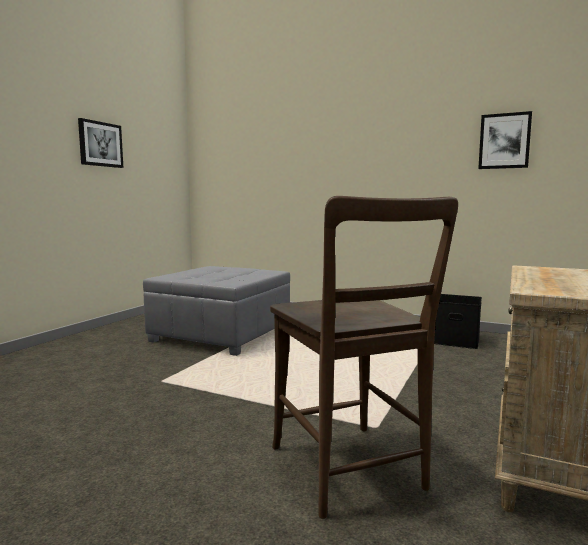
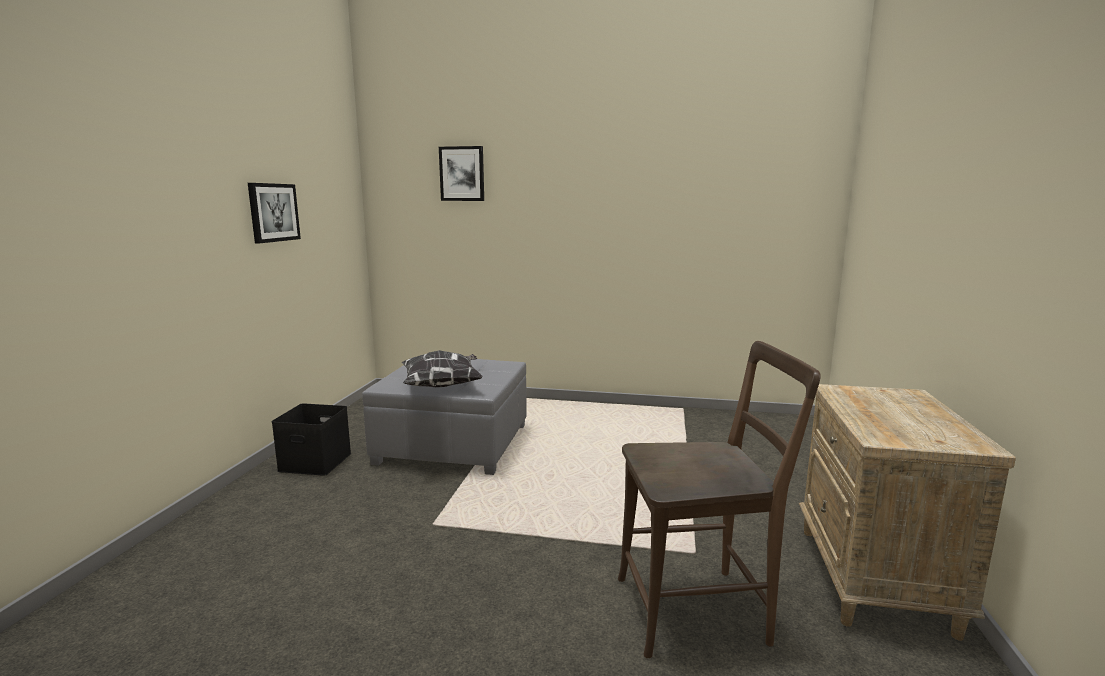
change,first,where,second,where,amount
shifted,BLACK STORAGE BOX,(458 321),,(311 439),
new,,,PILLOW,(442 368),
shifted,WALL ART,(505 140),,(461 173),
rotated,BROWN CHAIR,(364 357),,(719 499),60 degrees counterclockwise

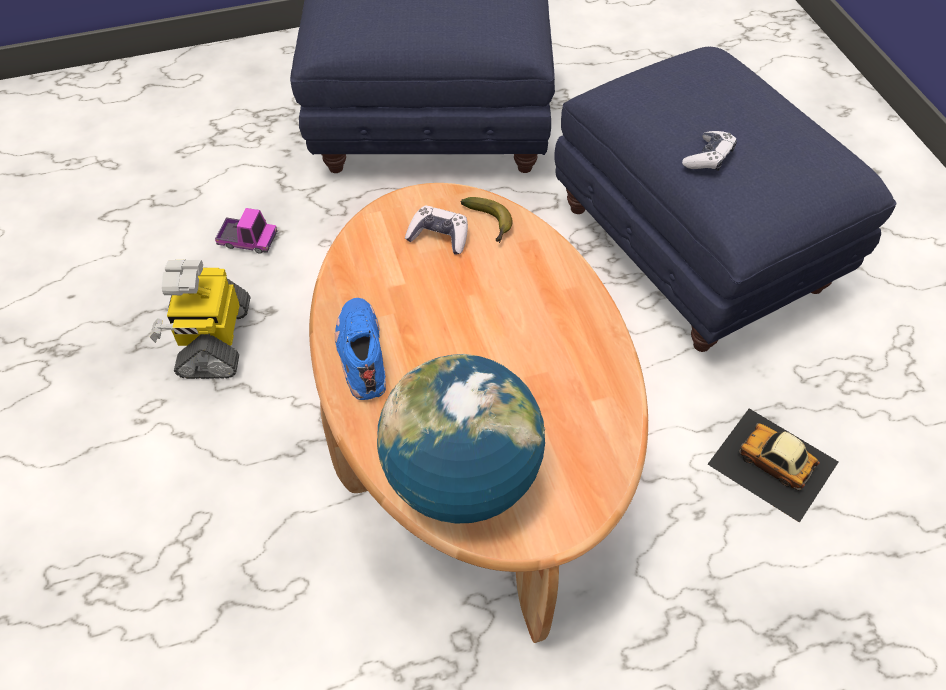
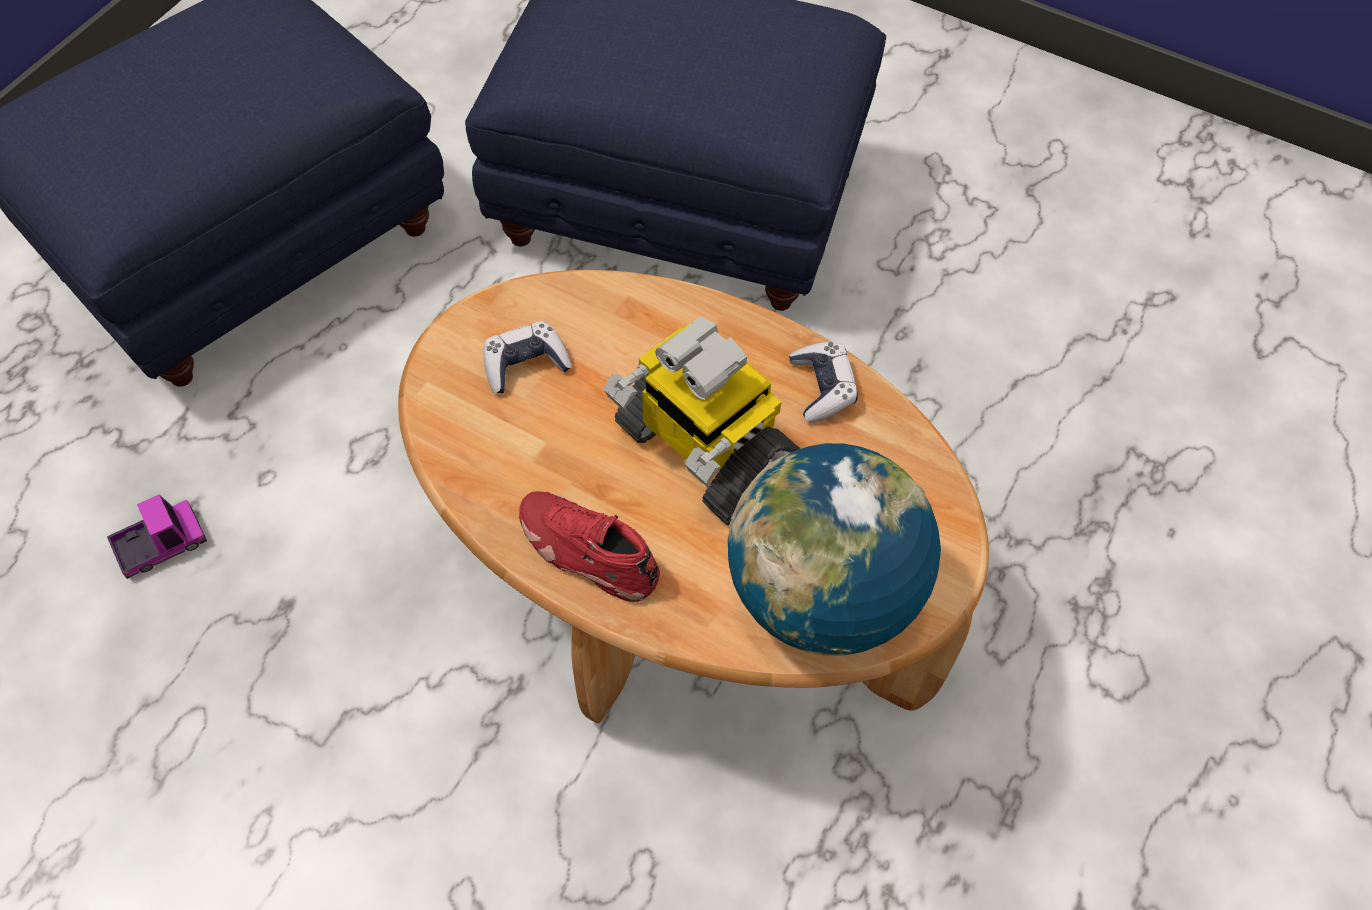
change,first,where,second,where,amount
repainted,BLUE-COLOURED ITEM OF FOOTWEAR,(360 349),REDDISH ITEM OF FOOTWEAR,(589 546),
shifted,ROBOT FIGURE,(200 319),,(702 421),
shifted,JOYPAD,(709 151),,(823 382),
gone,BANANA,(486 220),,,
gone,MODEL CAR,(773 466),,,

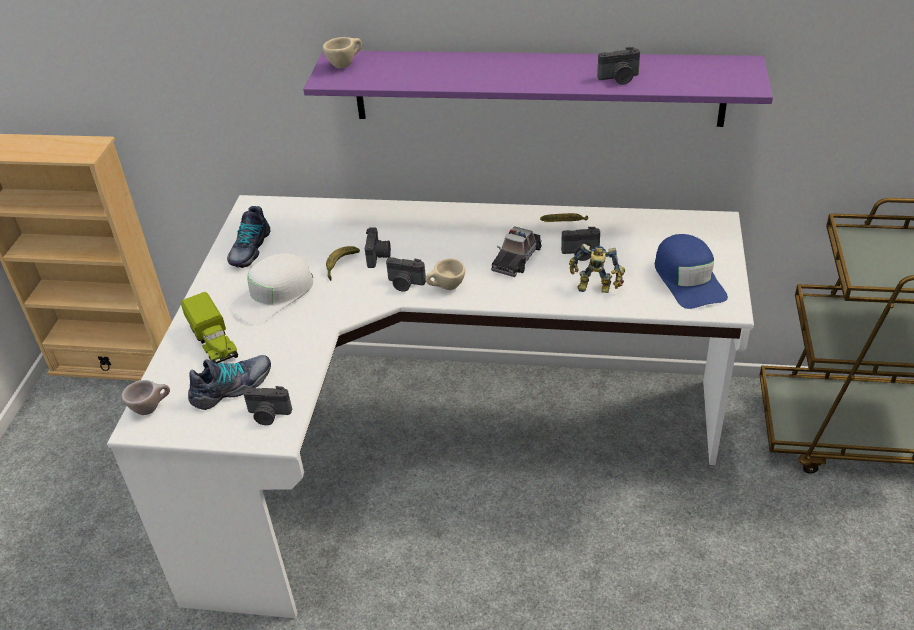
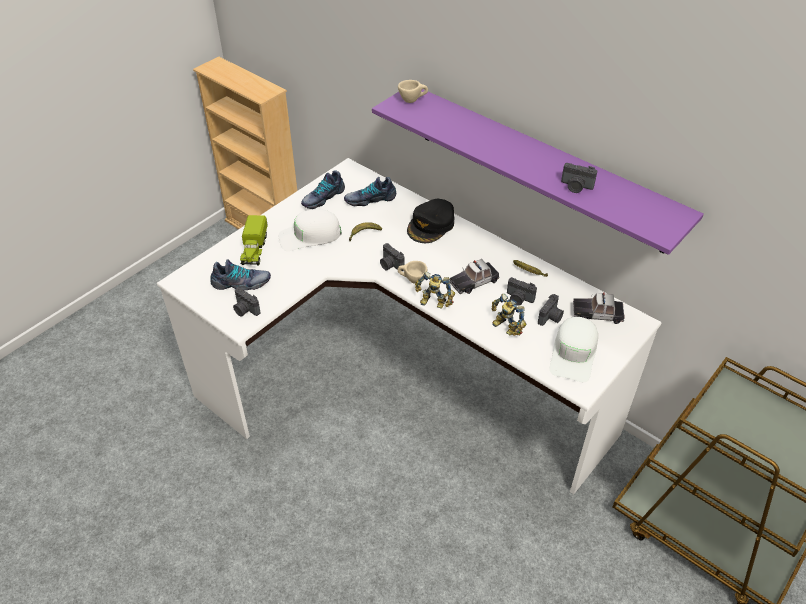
change,first,where,second,where,amount
new,,,ITEM OF FOOTWEAR,(370 191),
new,,,BLACK CAP,(430 221),
new,,,ROBOT FIGURE,(435 290),
shifted,STILL CAMERA,(378 247),,(551 310),
repainted,BLUE-COLOURED CAP,(691 271),WHITISH CAP,(574 349),
new,,,MODEL CAR,(599 308),
gone,BEIGE CUP,(146 397),,,

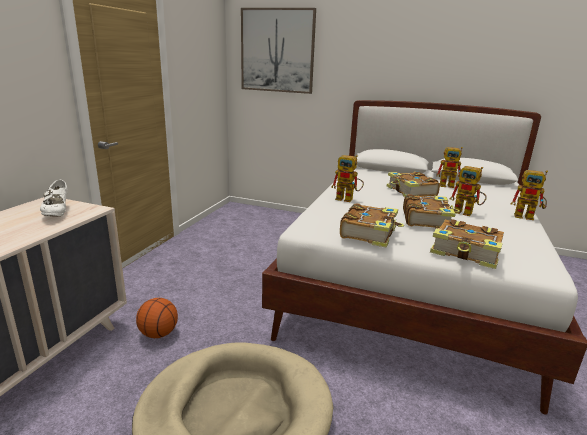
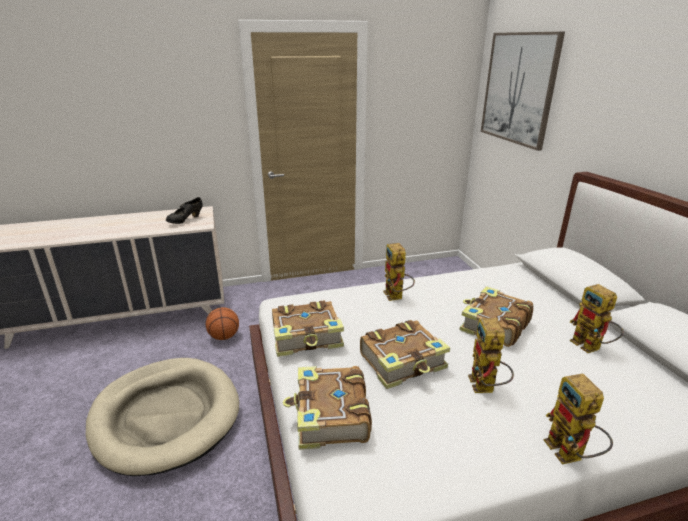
change,first,where,second,where,amount
repainted,WHITISH ITEM OF FOOTWEAR,(54 198),BLACK ITEM OF FOOTWEAR,(184 210),

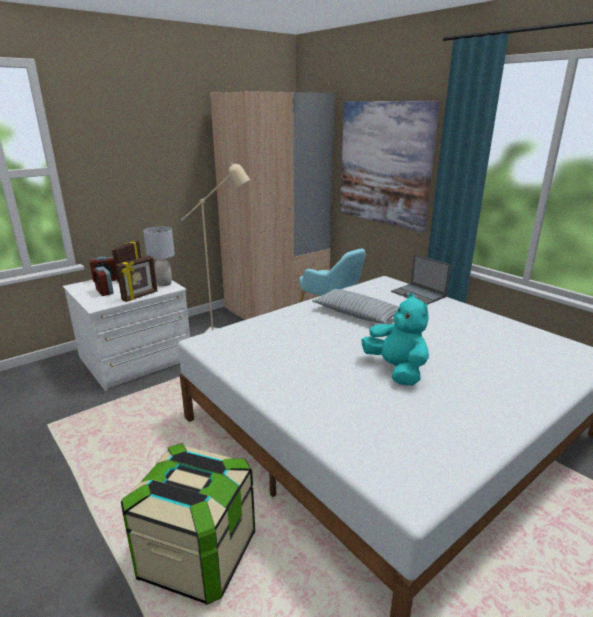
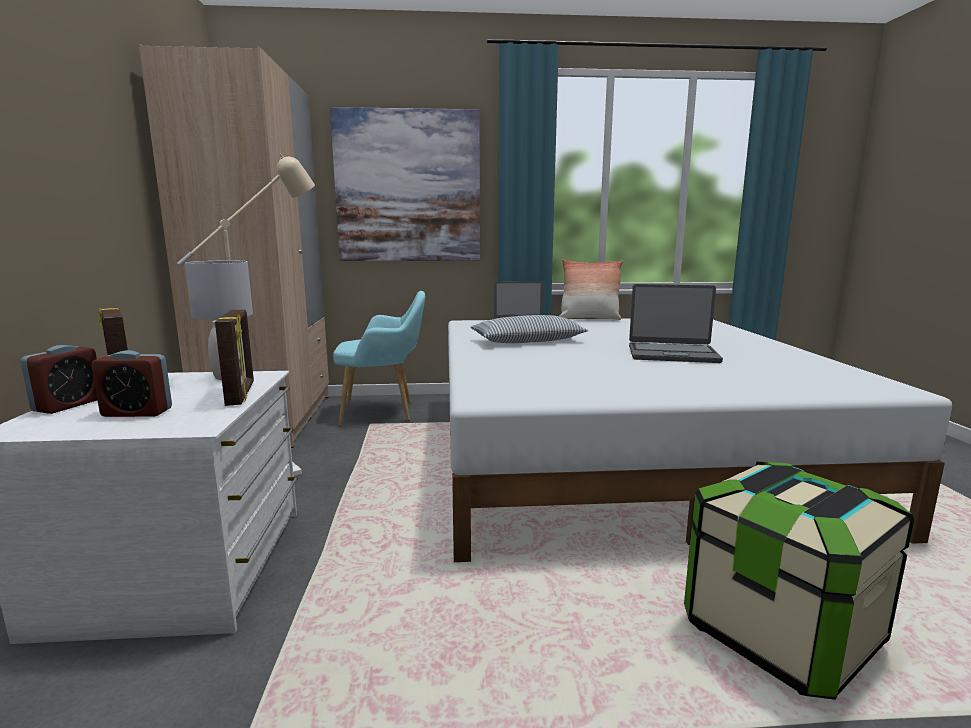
change,first,where,second,where,amount
new,,,PILLOW,(591 289),
swapped,TURQUOISE PLUSH TOY,(395 339),PORTABLE COMPUTER,(676 323),

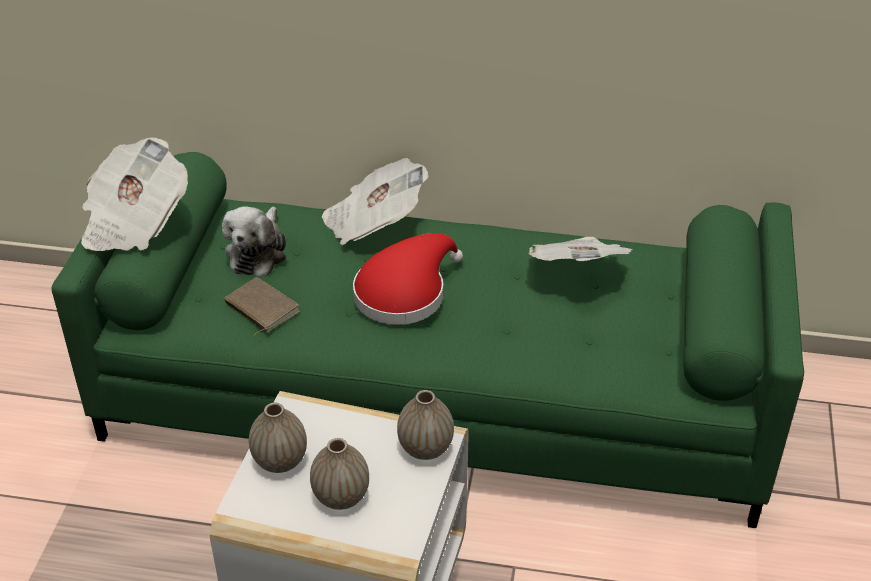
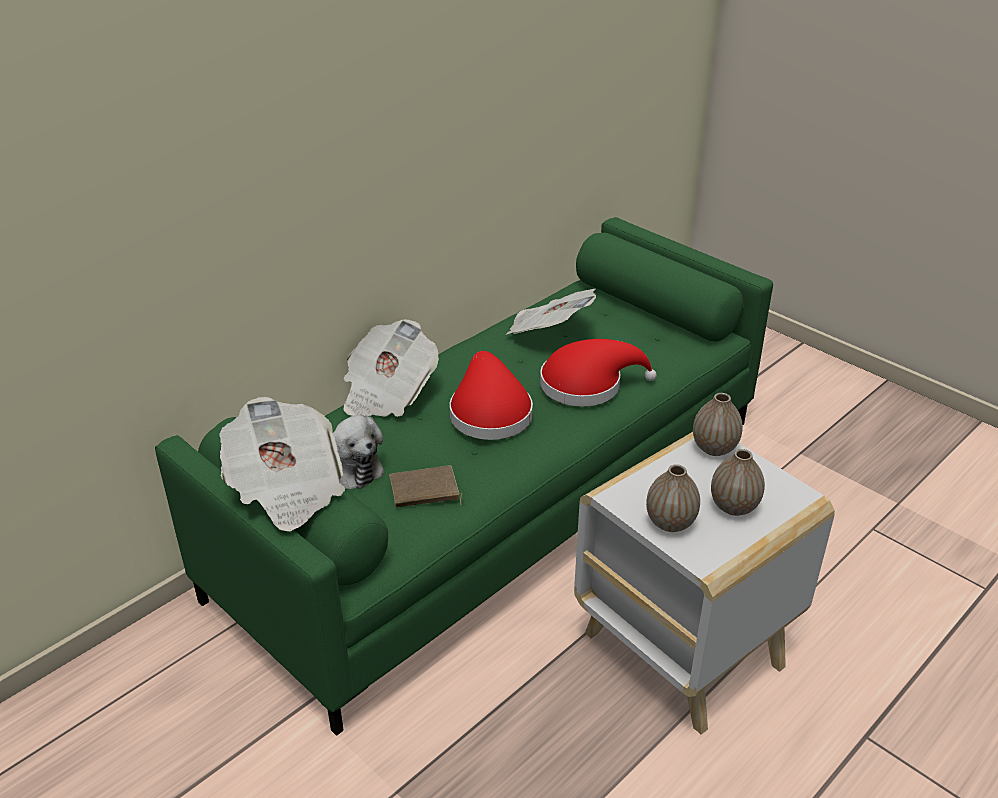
change,first,where,second,where,amount
new,,,REDDISH WEARABLE HAT,(598 372),

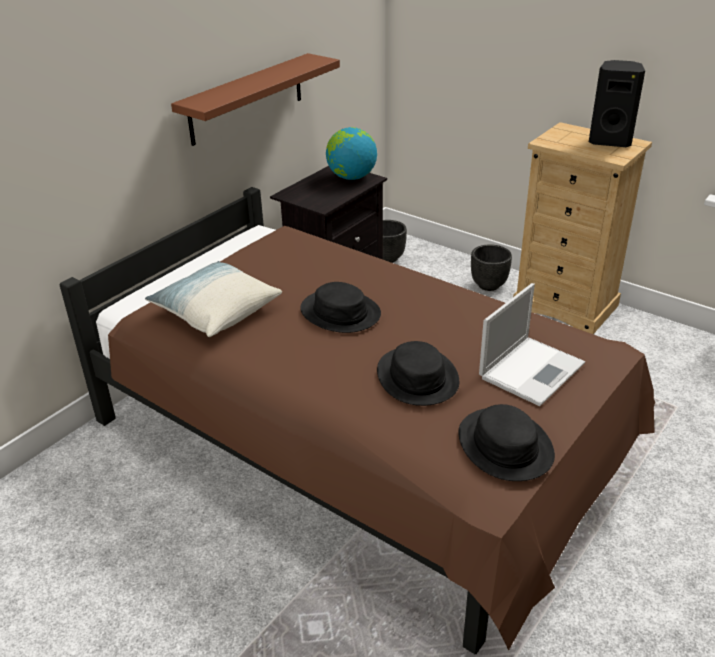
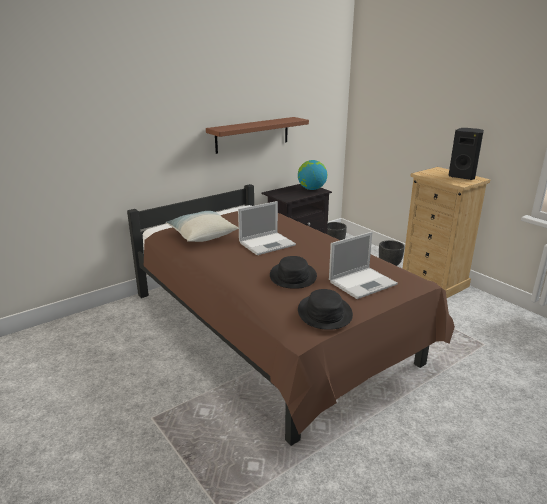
change,first,where,second,where,amount
swapped,BLACK WEARABLE HAT,(340 307),PORTABLE COMPUTER,(267 228),

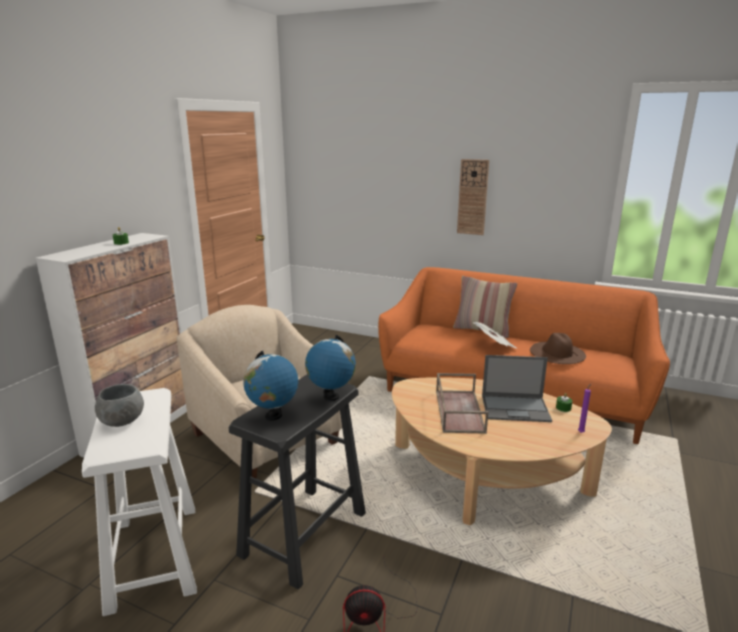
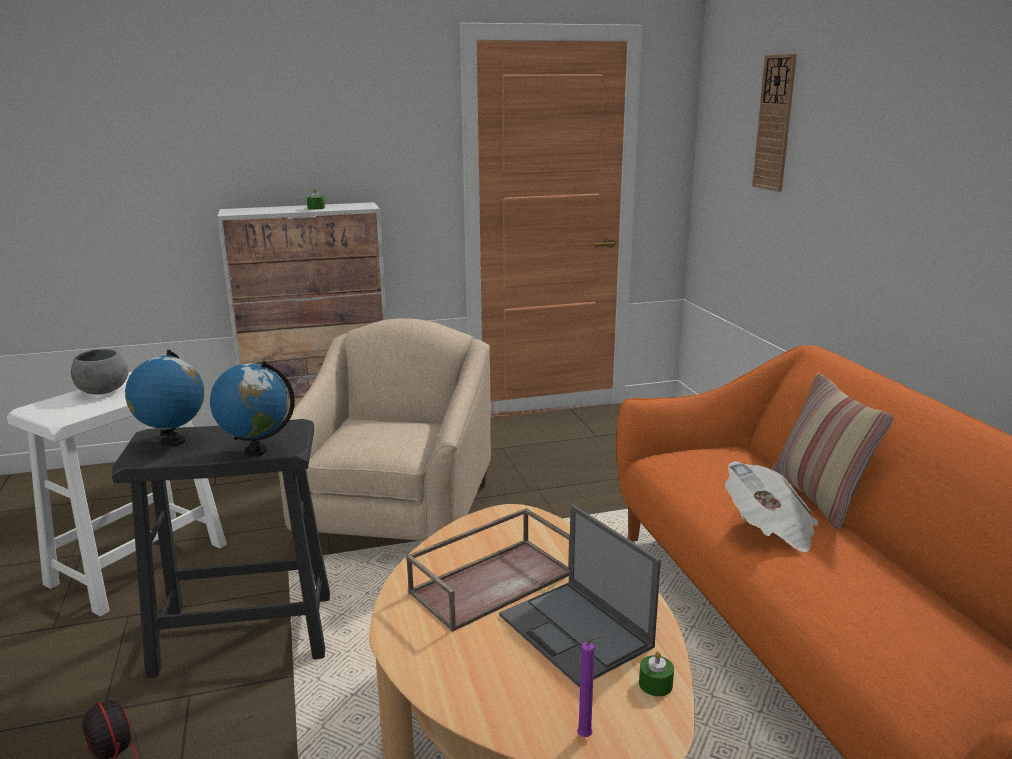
change,first,where,second,where,amount
shifted,HANGING CLOCK,(473 197),,(774 123),
gone,BROWN WEARABLE HAT,(558 348),,,

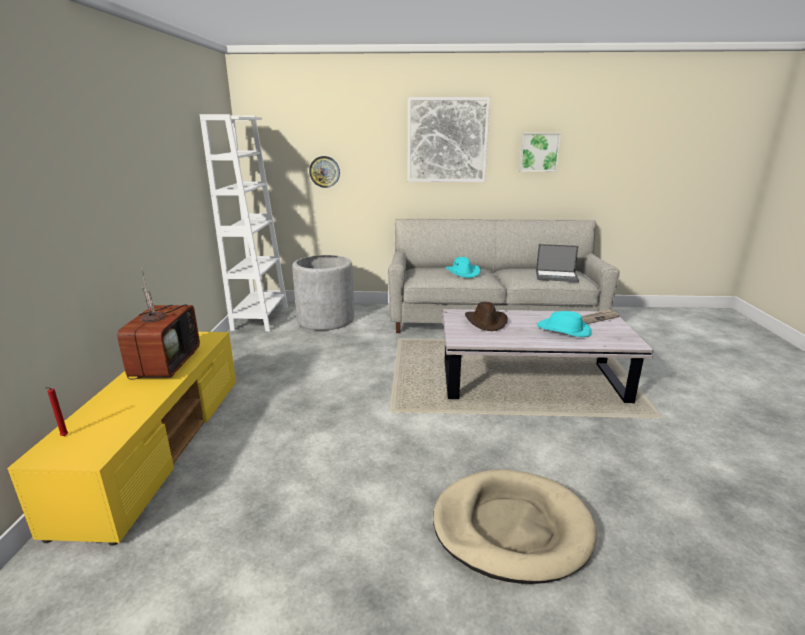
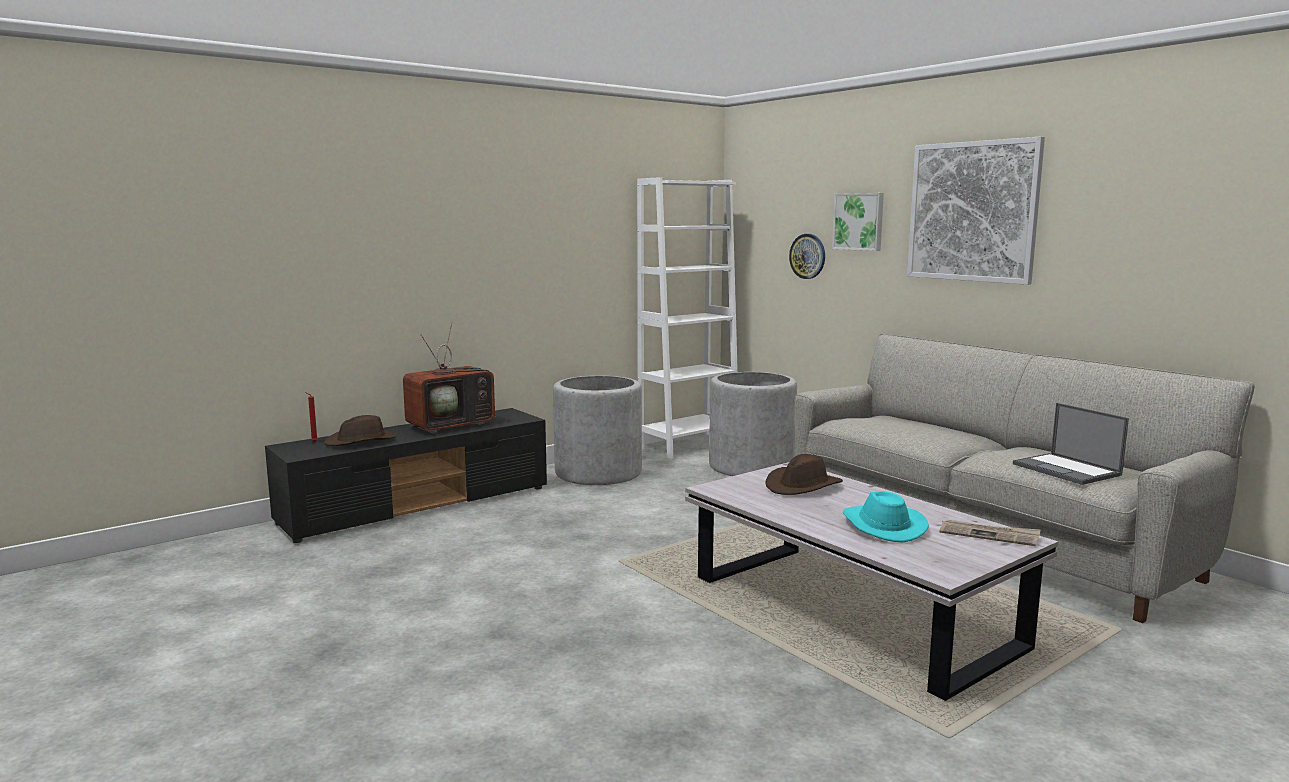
change,first,where,second,where,amount
repainted,YELLOW-COLOURED MEDIA CONSOLE,(121 439),BLACK MEDIA CONSOLE,(406 475),
new,,,BROWN WEARABLE HAT,(360 430),
new,,,GREYISH PLANTER,(597 430),
shifted,WALL ART,(540 152),,(858 222),
gone,BEIGE DOG CUSHION,(515 526),,,
gone,TURQUOISE WEARABLE HAT,(462 267),,,

